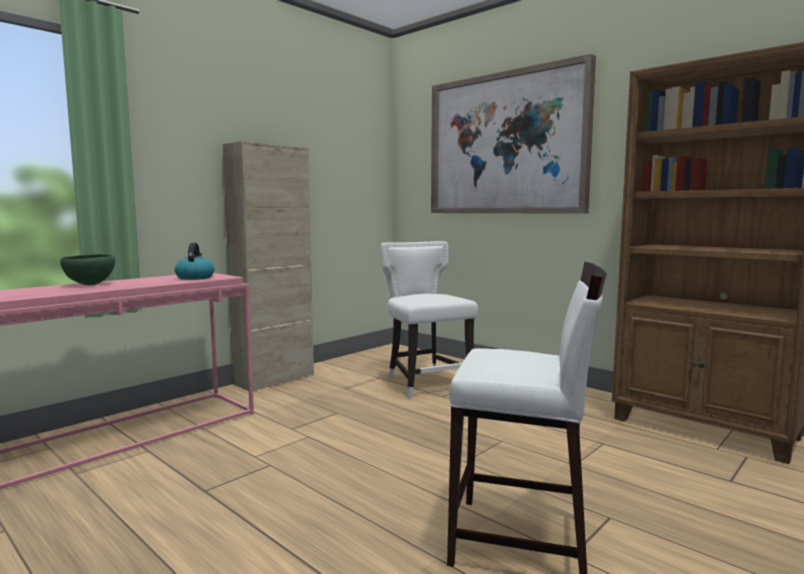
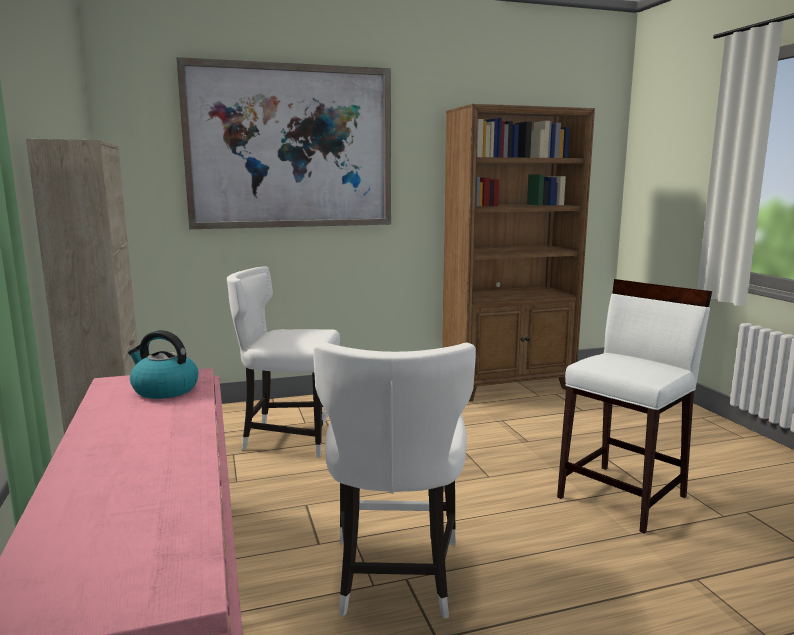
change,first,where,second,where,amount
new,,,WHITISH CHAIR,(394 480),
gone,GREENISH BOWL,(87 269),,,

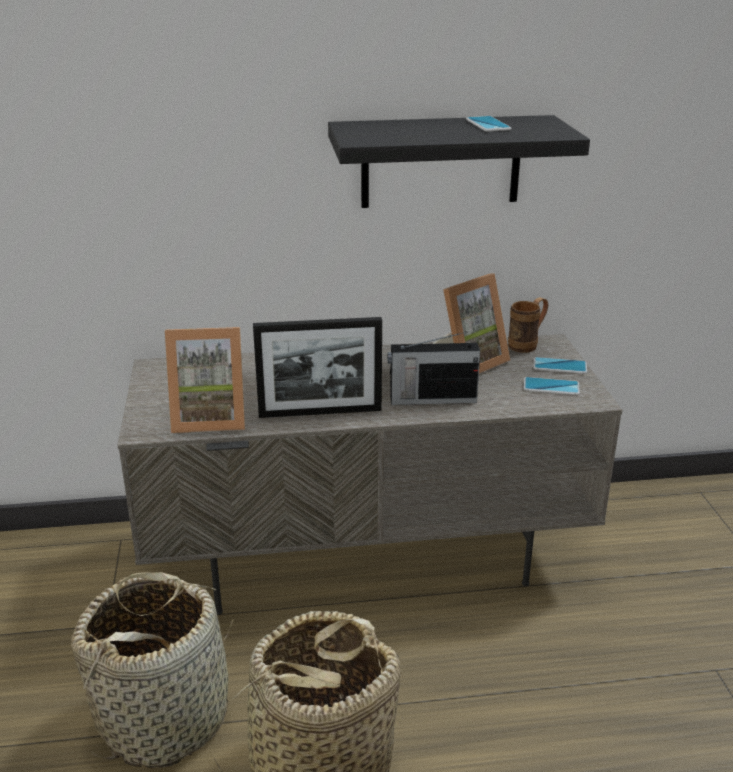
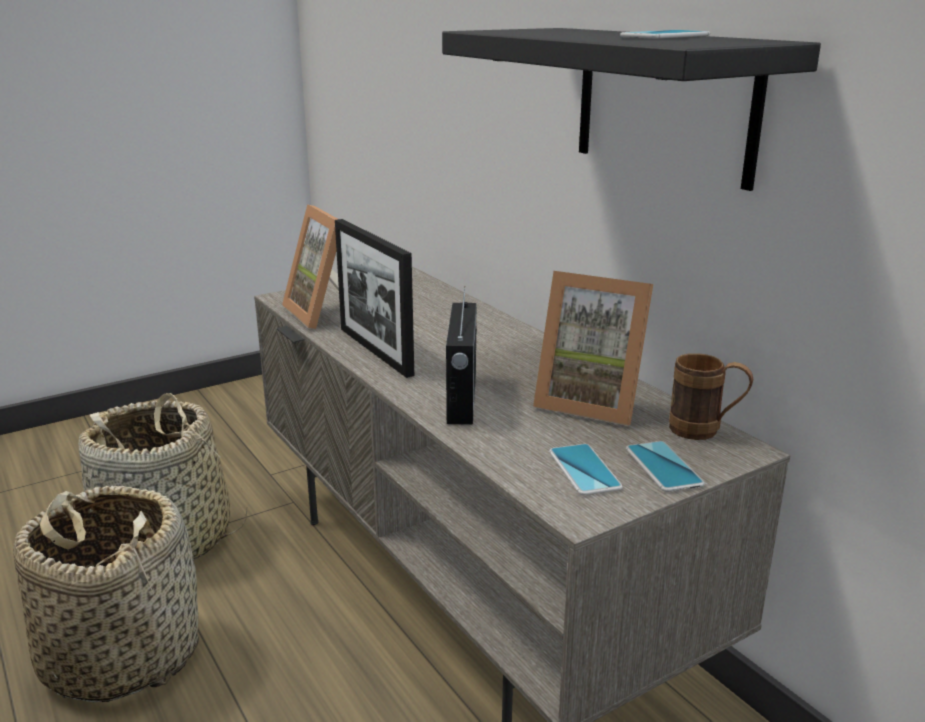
change,first,where,second,where,amount
rotated,RADIO,(433 368),,(461 355),150 degrees counterclockwise

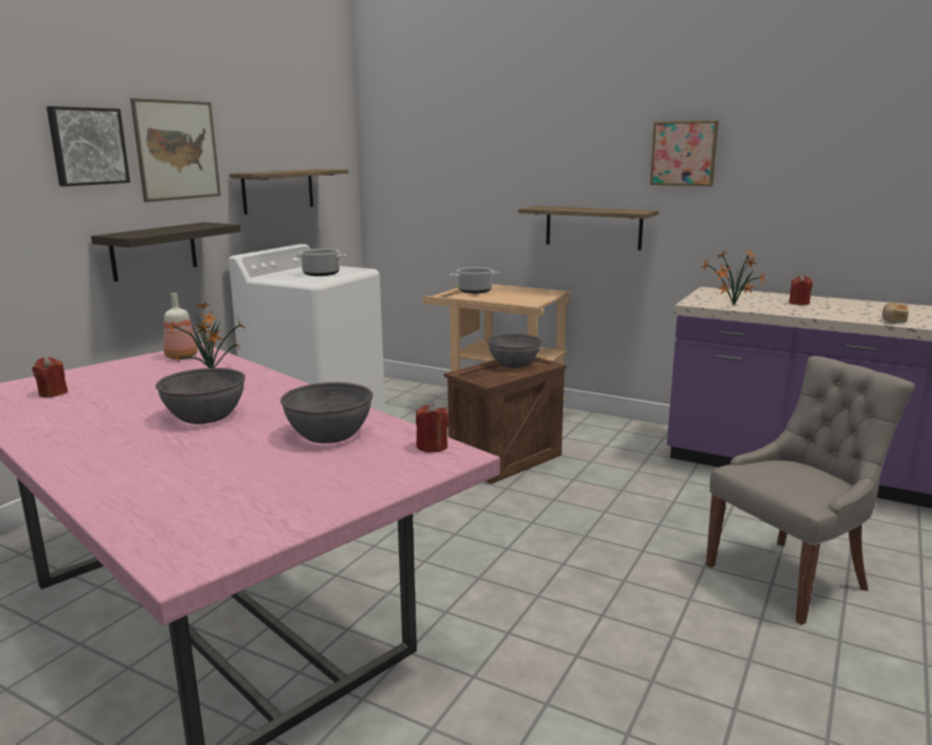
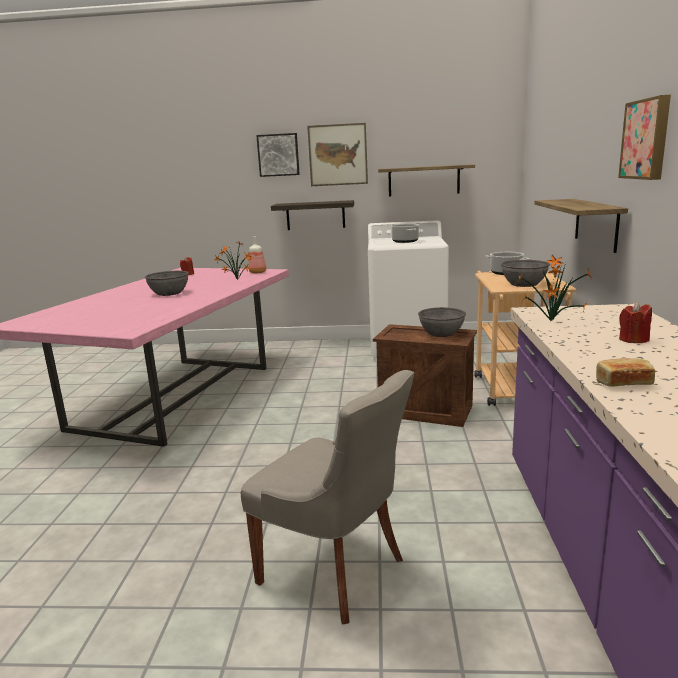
change,first,where,second,where,amount
shifted,GREYISH BOWL,(326 412),,(525 273),
gone,REDDISH WAX LIGHT,(432 428),,,

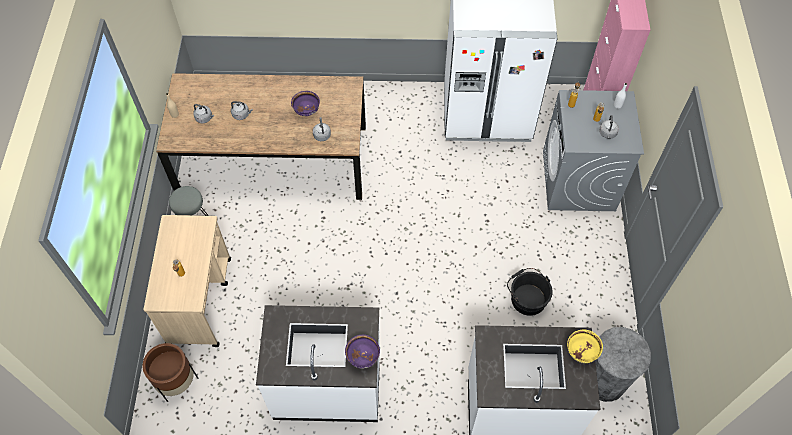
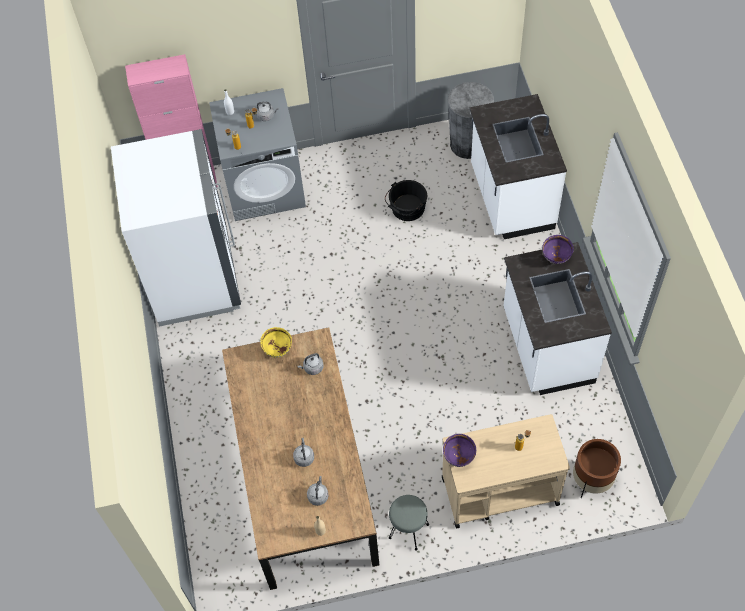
change,first,where,second,where,amount
shifted,YELLOW-COLOURED BOWL,(585 346),,(276 342),
shifted,PURPLE-COLOURED BOWL,(305 103),,(459 450),

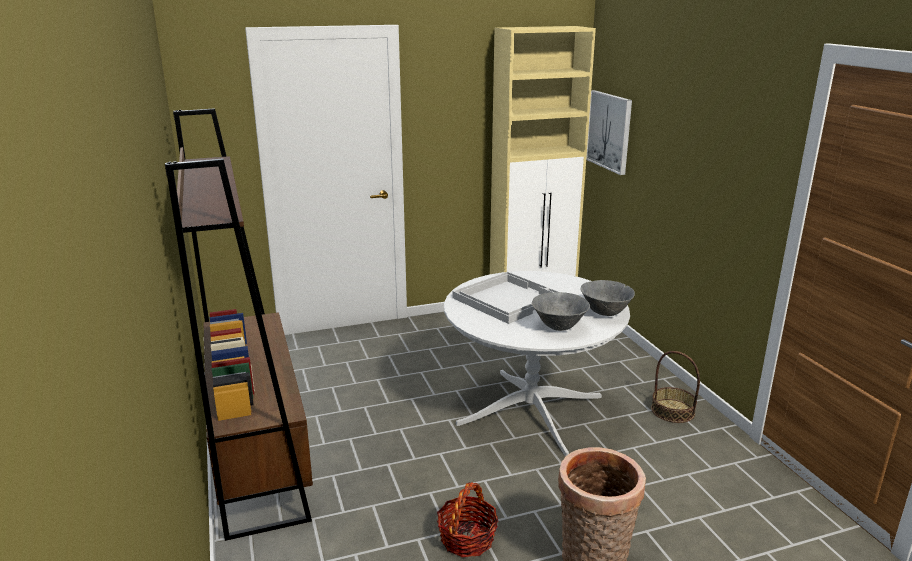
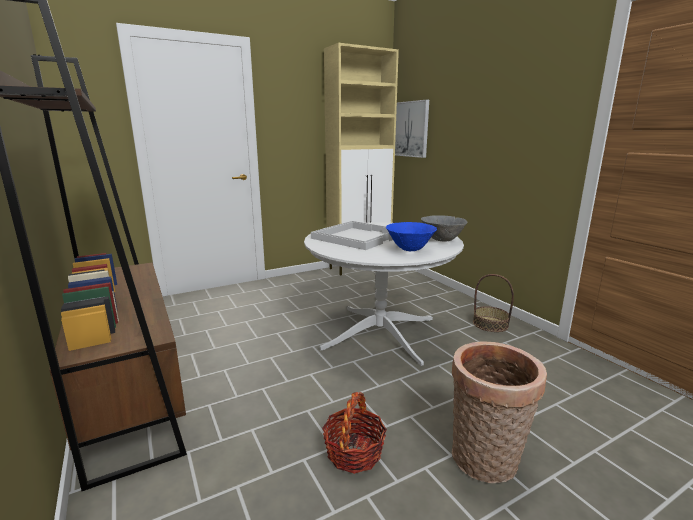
change,first,where,second,where,amount
repainted,GREYISH BOWL,(561 311),BLUE-COLOURED BOWL,(411 236),

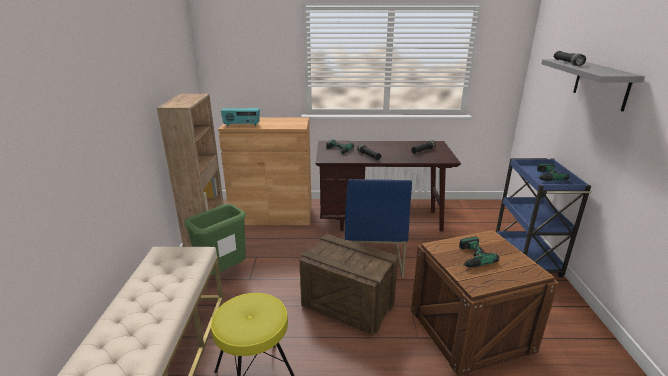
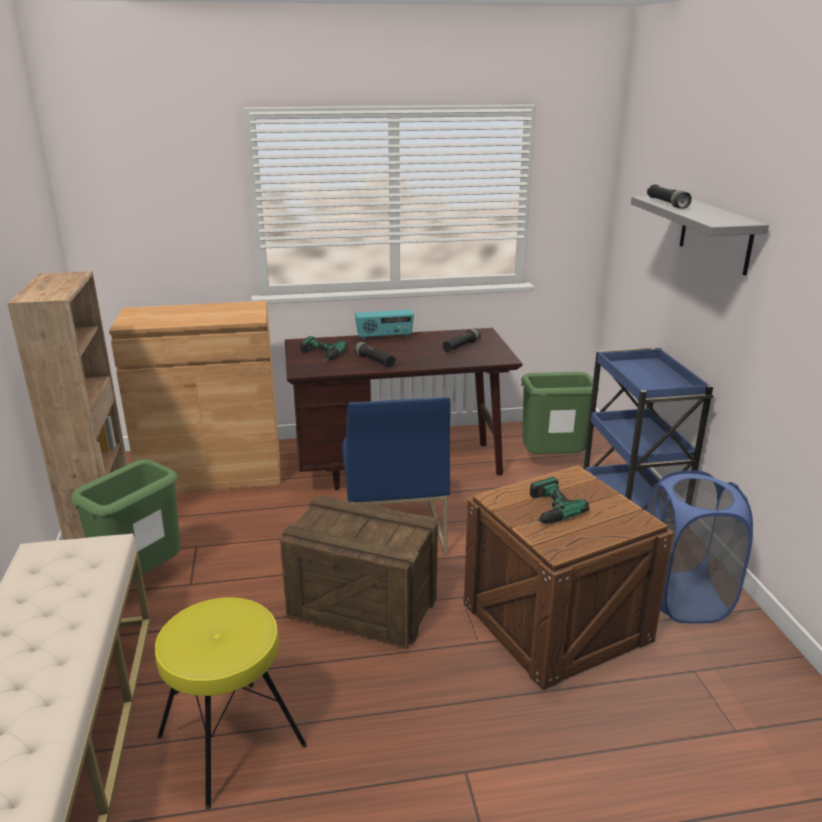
change,first,where,second,where,amount
shifted,RADIO,(240 117),,(384 325),
new,,,GREENISH TRASH CAN,(560 413),
new,,,BLUE-COLOURED WASHING BASKET,(700 547),
gone,DRILL,(553 172),,,

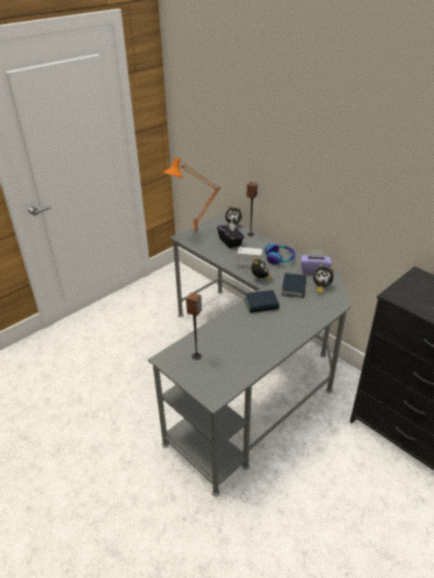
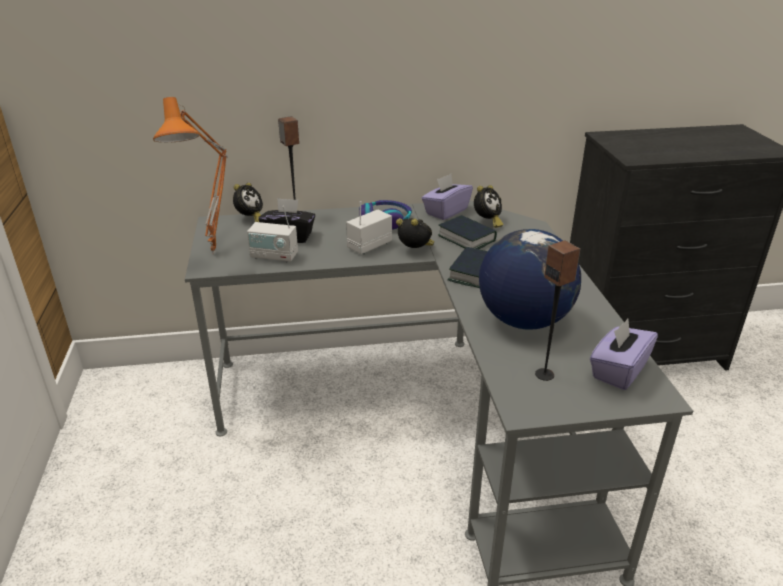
change,first,where,second,where,amount
new,,,RADIO,(272 234),
new,,,DESK GLOBE,(530 279),
new,,,PURPLE-COLOURED BOX OF TISSUES,(624 354),

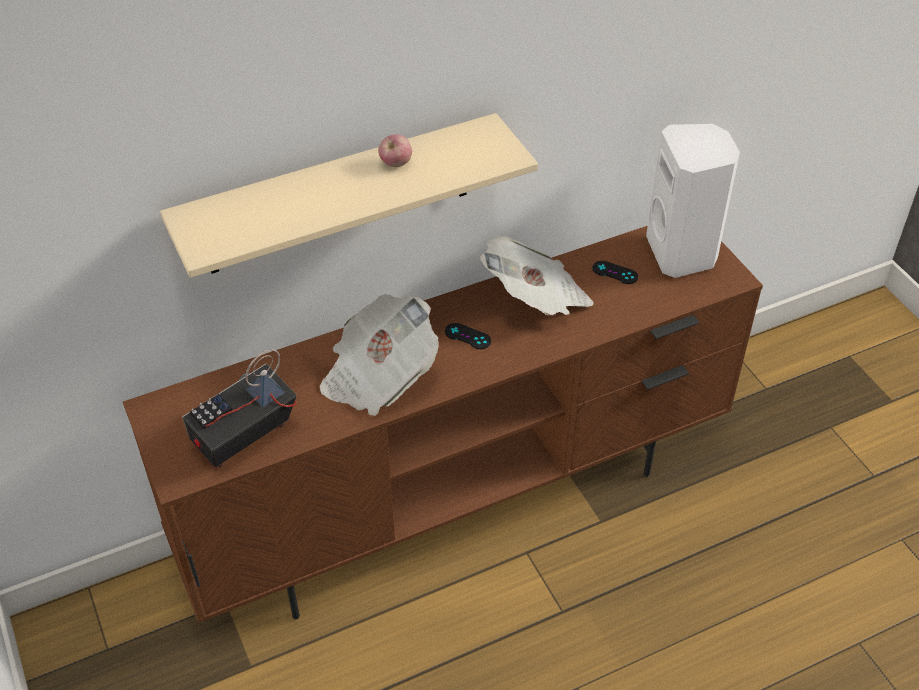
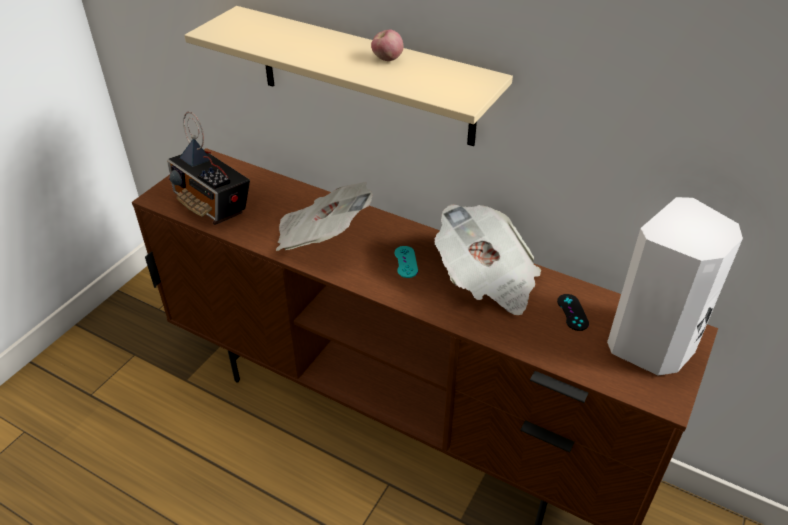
change,first,where,second,where,amount
rotated,RADIO,(239 408),,(208 168),150 degrees counterclockwise
repainted,BLACK JOYPAD,(468 336),TURQUOISE JOYPAD,(406 262),

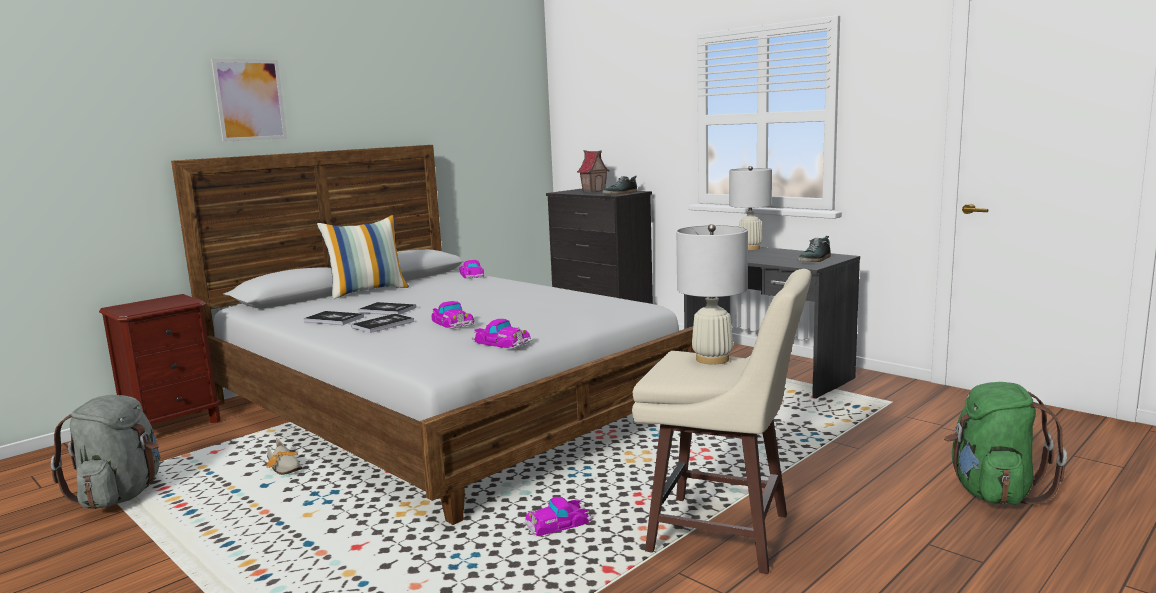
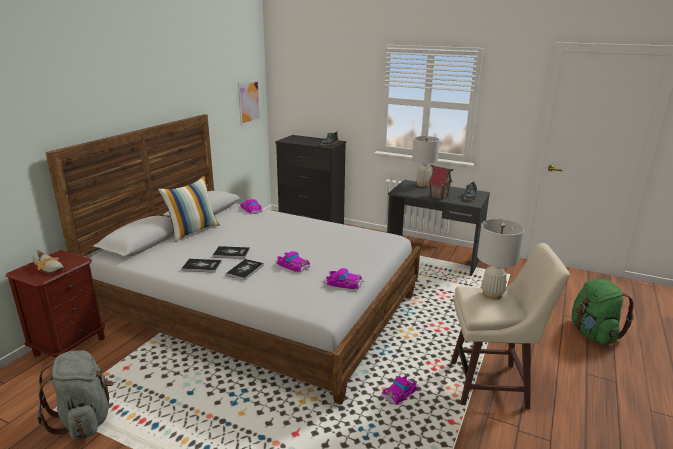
change,first,where,second,where,amount
shifted,ITEM OF FOOTWEAR,(284 456),,(48 261),
shifted,WALL ART,(249 100),,(249 103),
shifted,TOY HOUSE,(593 171),,(441 182),

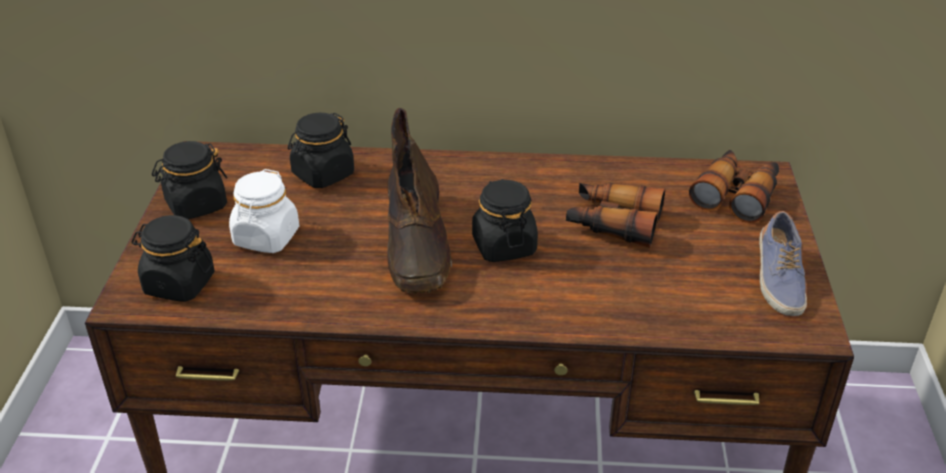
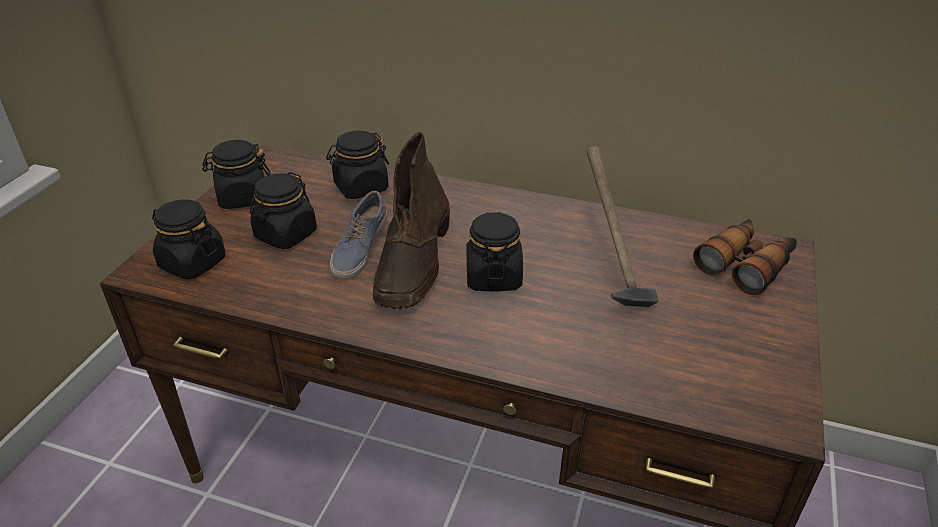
change,first,where,second,where,amount
repainted,WHITISH JAR,(264 211),BLACK JAR,(283 210),
shifted,ITEM OF FOOTWEAR,(783 263),,(359 235),
swapped,PAIR OF BINOCULARS,(615 215),TOOL HAMMER,(622 227),

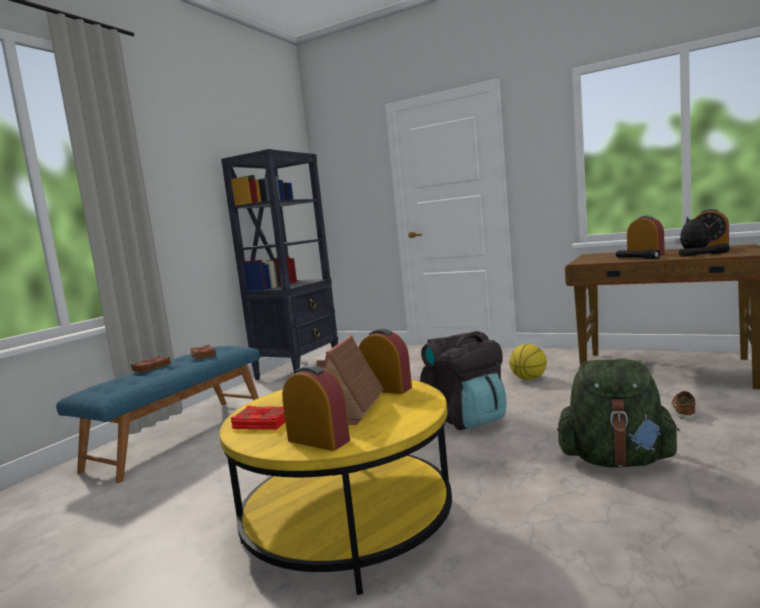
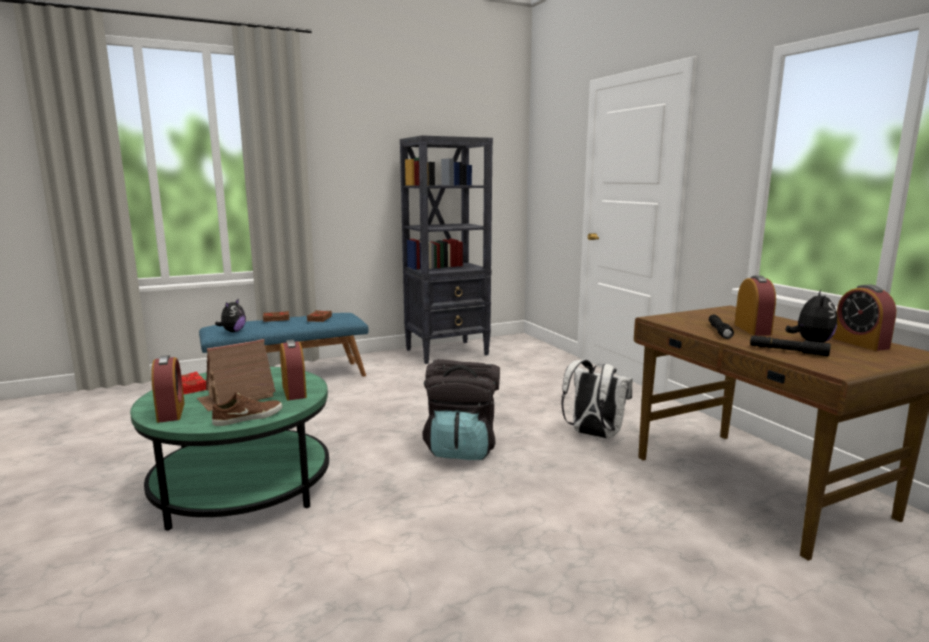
change,first,where,second,where,amount
repainted,YELLOW-COLOURED LOW TABLE,(335 487),GREENISH LOW TABLE,(229 449),
shifted,BROWN ITEM OF FOOTWEAR,(683 405),,(247 409),
new,,,PLUSH TOY,(230 315),
swapped,BASKETBALL,(528 362),WHITISH RUCKSACK,(597 399),
gone,GREENISH RUCKSACK,(618 414),,,

